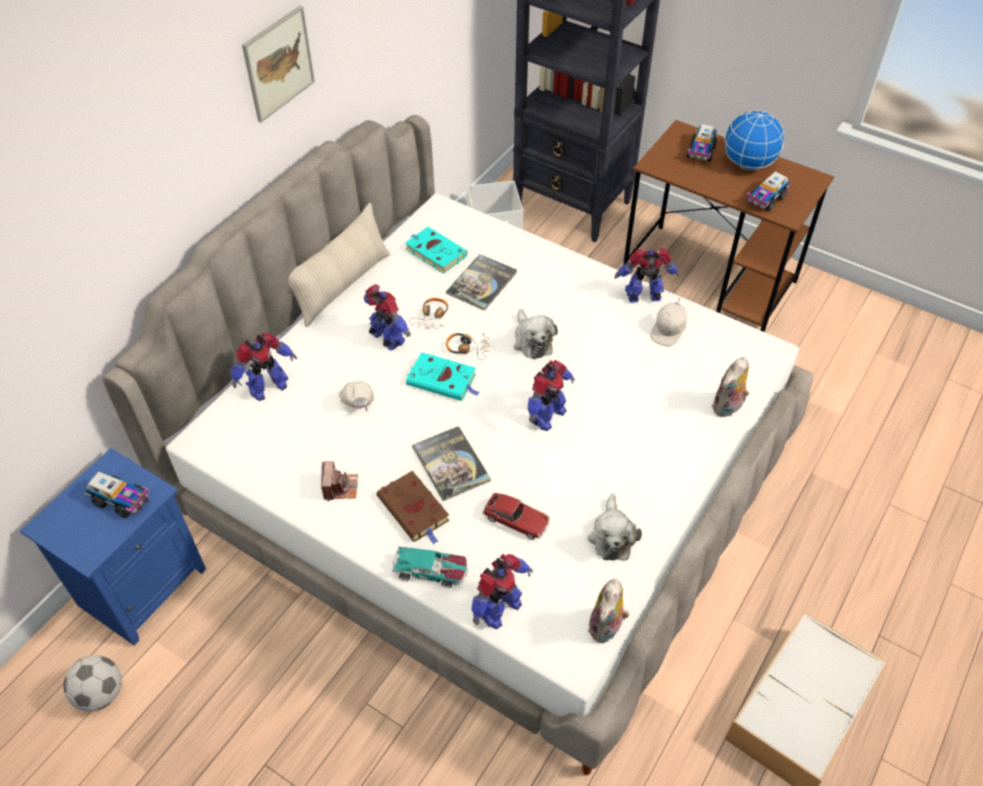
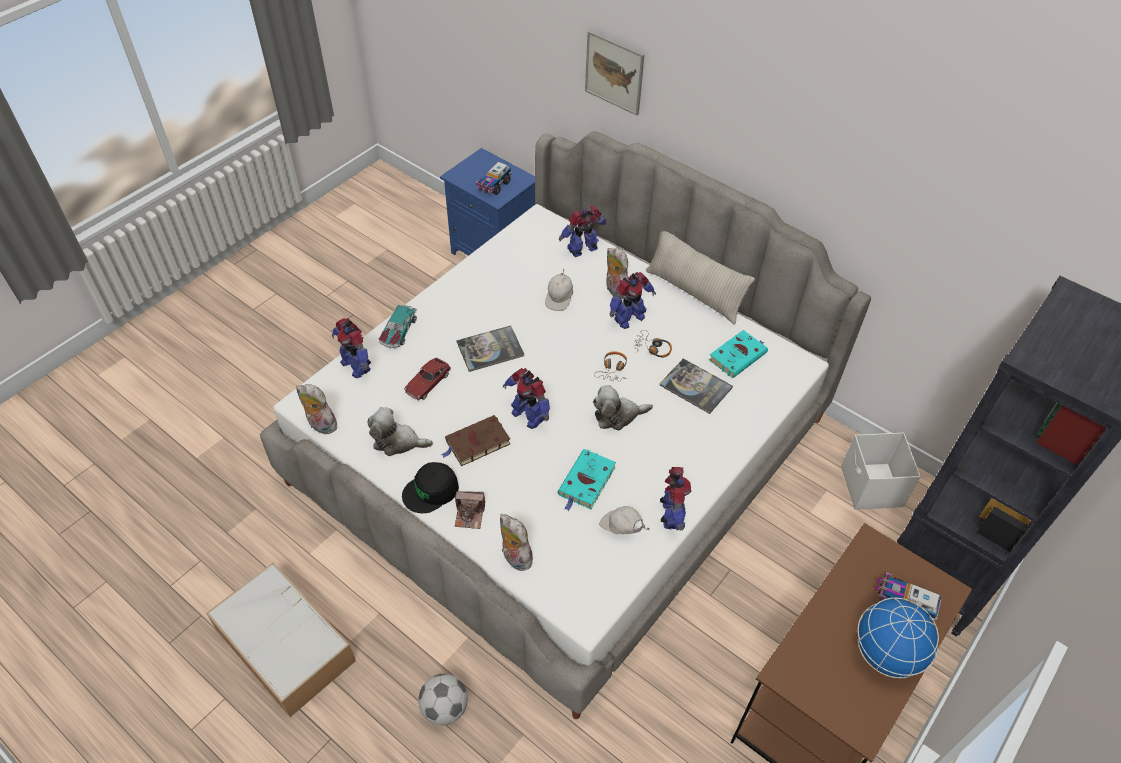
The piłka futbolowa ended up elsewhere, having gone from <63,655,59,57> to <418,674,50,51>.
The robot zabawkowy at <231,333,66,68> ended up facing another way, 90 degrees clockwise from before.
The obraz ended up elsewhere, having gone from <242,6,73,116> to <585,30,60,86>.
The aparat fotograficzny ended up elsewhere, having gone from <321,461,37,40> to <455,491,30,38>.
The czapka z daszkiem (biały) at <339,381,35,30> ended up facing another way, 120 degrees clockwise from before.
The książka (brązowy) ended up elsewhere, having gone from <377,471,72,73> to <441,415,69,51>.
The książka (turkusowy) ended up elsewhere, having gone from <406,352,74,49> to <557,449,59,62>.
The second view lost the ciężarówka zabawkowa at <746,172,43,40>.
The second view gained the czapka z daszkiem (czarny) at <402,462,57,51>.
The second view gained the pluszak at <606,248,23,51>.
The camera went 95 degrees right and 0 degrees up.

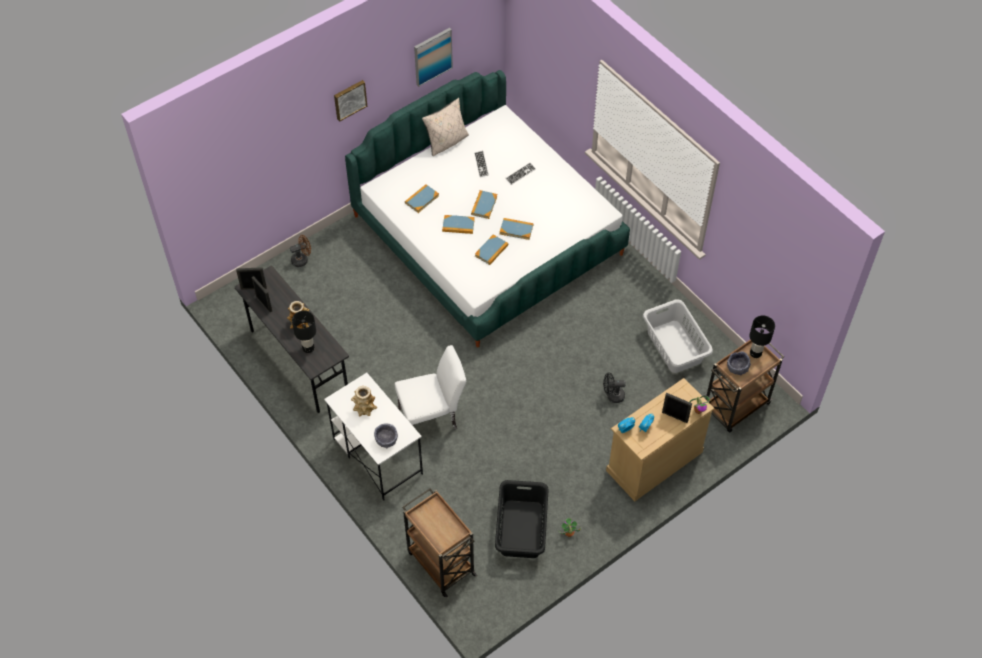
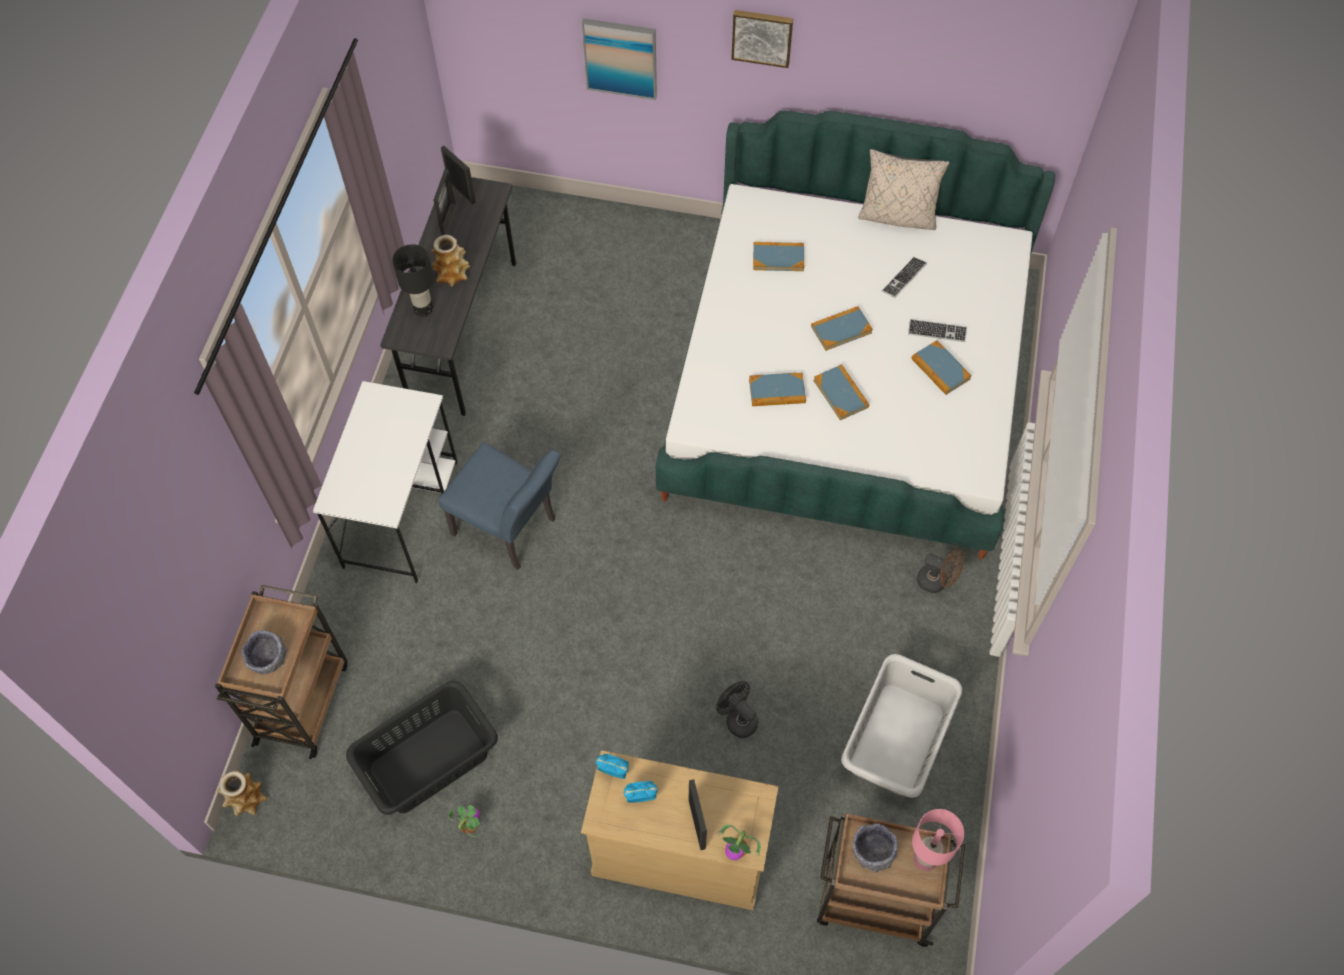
The wentylator (brązowy) ended up elsewhere, having gone from <290,235,21,32> to <917,550,47,43>.
The wazon ended up elsewhere, having gone from <351,386,26,30> to <217,769,50,47>.
The miska (szary) ended up elsewhere, having gone from <374,423,24,25> to <242,630,46,45>.
What was the krzesło (biały) at <395,345,71,84> turned into the krzesło (niebieski) at <438,443,123,127>.
The obraz ended up elsewhere, having gone from <414,28,39,59> to <582,18,75,82>.
The książka ended up elsewhere, having gone from <442,215,33,19> to <911,340,60,55>.
What was the lampa stołowa (czarny) at <749,316,26,42> turned into the lampa stołowa (różowy) at <912,809,52,62>.
The camera went 50 degrees right and 5 degrees up.

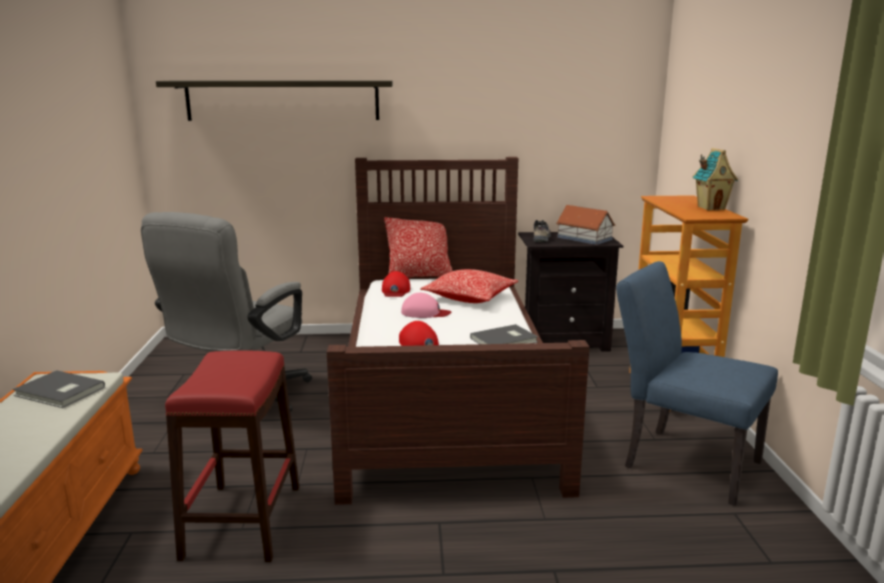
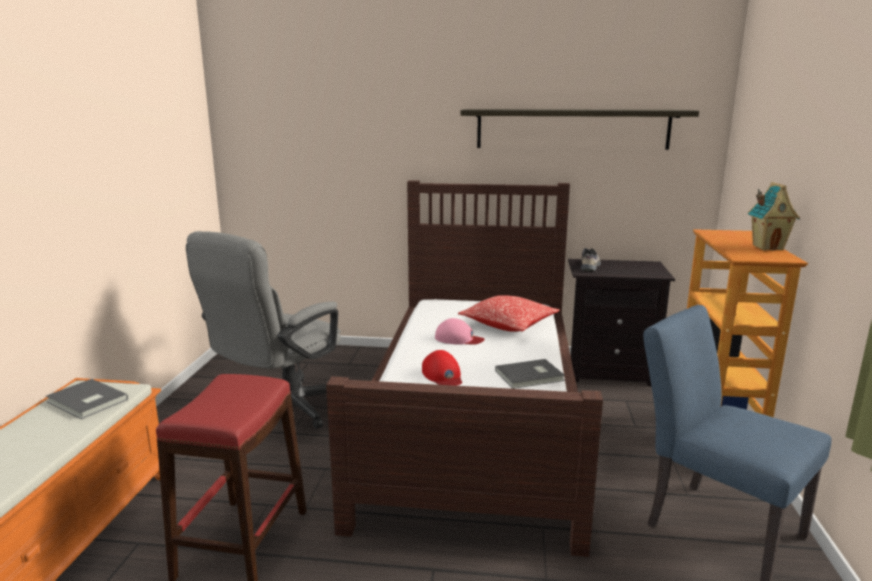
The półka ended up elsewhere, having gone from <156,80,237,41> to <460,109,239,41>.
The second view lost the czapka z daszkiem (czerwony) at <382,271,28,26>.
The second view lost the poduszka at <384,217,69,61>.
The second view lost the domek at <556,205,59,40>.
The camera went 10 degrees right and 0 degrees up.

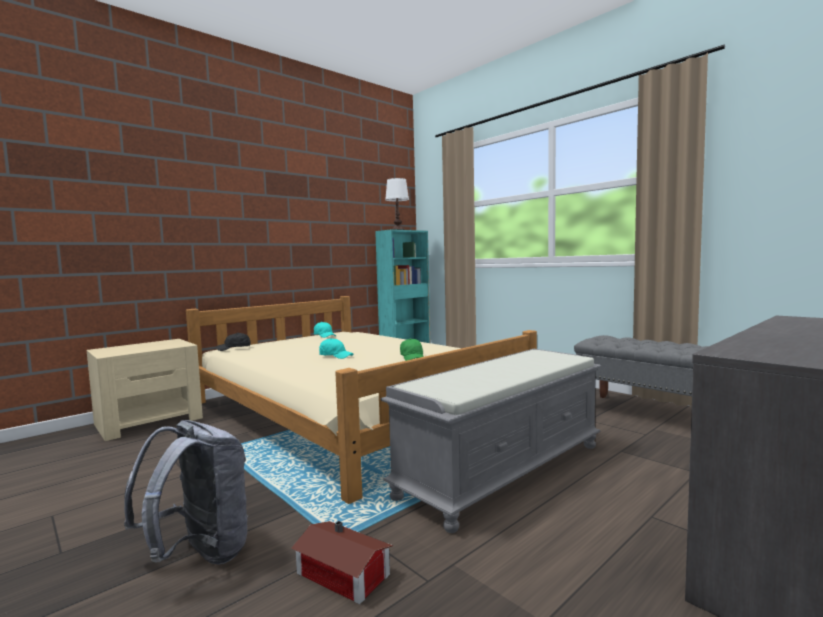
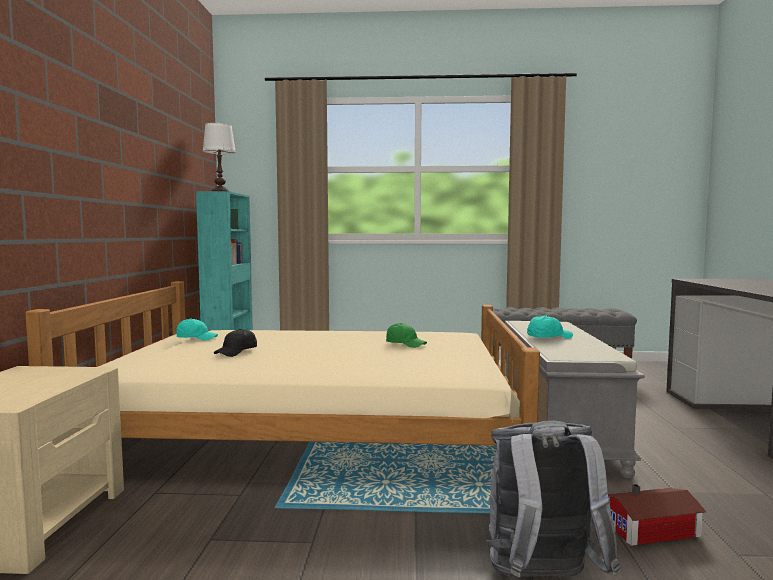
The czapka z daszkiem (czarny) ended up elsewhere, having gone from <216,333,35,18> to <214,329,43,28>.
The czapka z daszkiem (turkusowy) ended up elsewhere, having gone from <319,338,34,21> to <527,315,46,24>.
The camera went 45 degrees left and 0 degrees up.

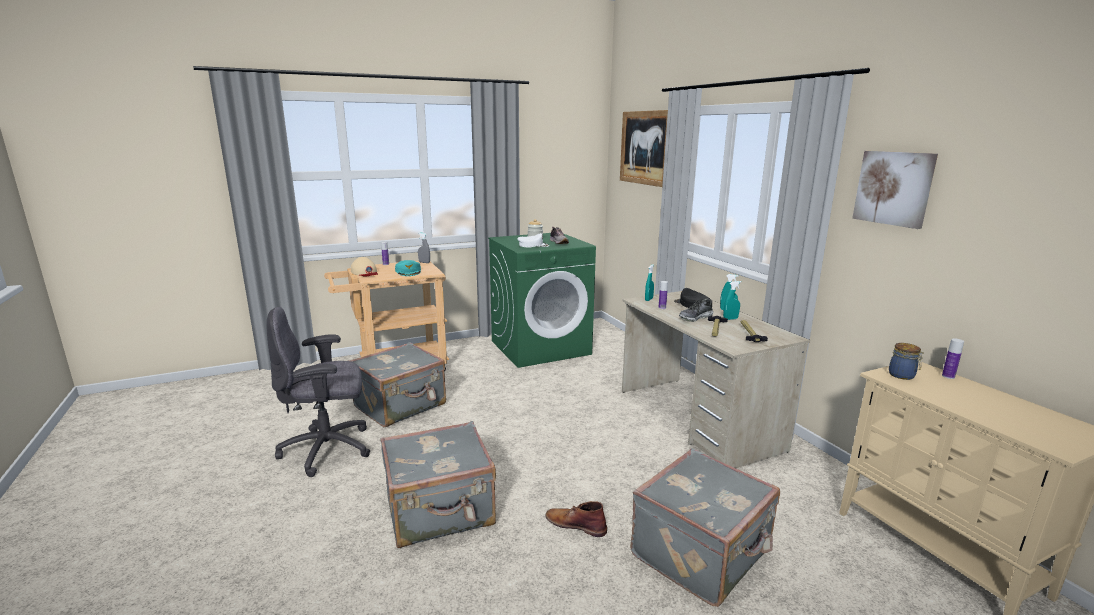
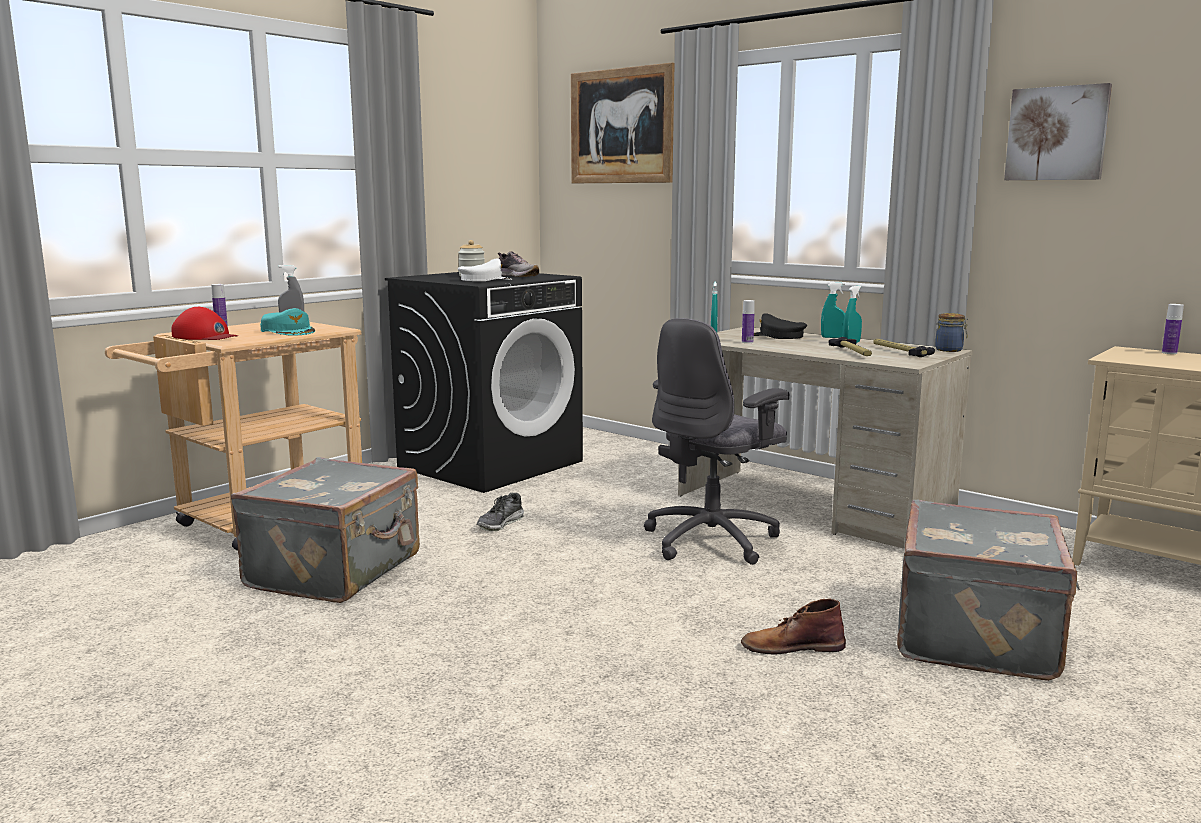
The krzesło biurowe (szary) ended up elsewhere, having gone from <266,307,104,170> to <644,318,146,247>.
What was the czapka z daszkiem (beżowy) at <351,257,27,20> turned into the czapka z daszkiem (czerwony) at <171,307,67,33>.
The second view lost the walizka (szary) at <381,421,115,127>.
What was the pralka (zielony) at <488,233,108,135> turned into the pralka (czarny) at <385,272,198,221>.
The but ended up elsewhere, having gone from <679,298,34,24> to <477,493,47,38>.
The słoik ended up elsewhere, having gone from <889,343,35,37> to <935,313,33,39>.
The camera went 25 degrees left and 5 degrees down.

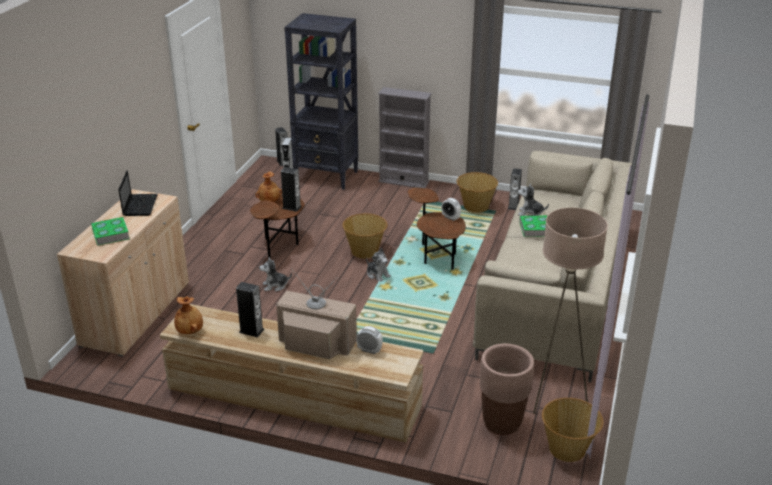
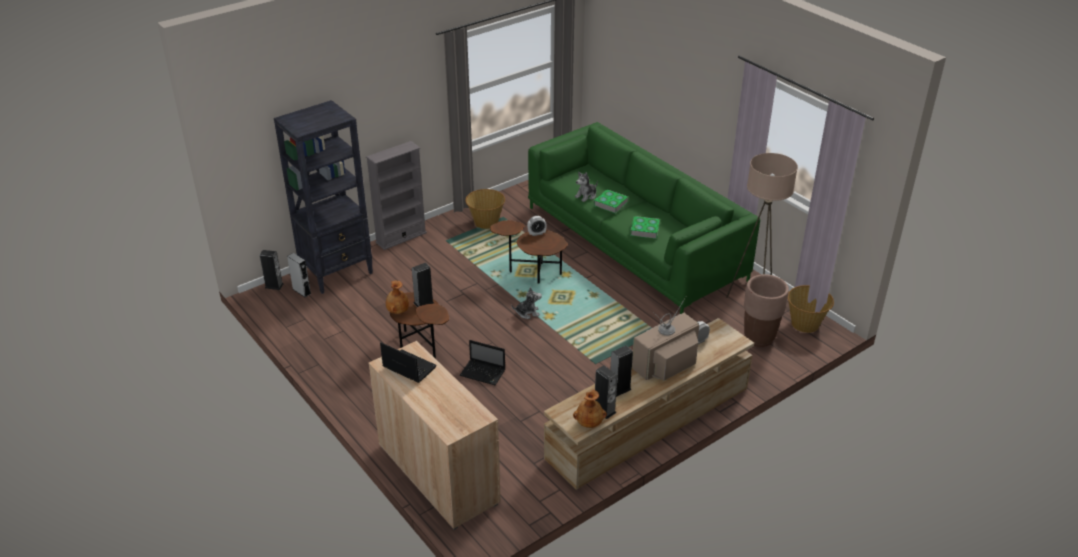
The książka ended up elsewhere, having gone from <91,217,39,29> to <630,216,30,23>.
Where the pluszak stood at <259,257,33,35>, the laptop came to stand at <460,340,45,45>.
The second view lost the koszyk at <343,213,44,45>.
What was the kanapa (beżowy) at <473,151,159,231> turned into the kanapa (zielony) at <528,122,232,192>.
The głośnik ended up elsewhere, having gone from <508,168,14,42> to <595,365,22,54>.
The camera went 55 degrees left and 5 degrees up.

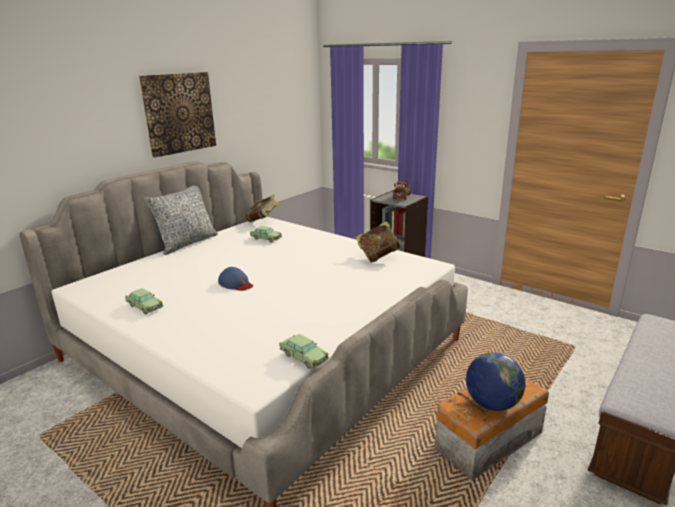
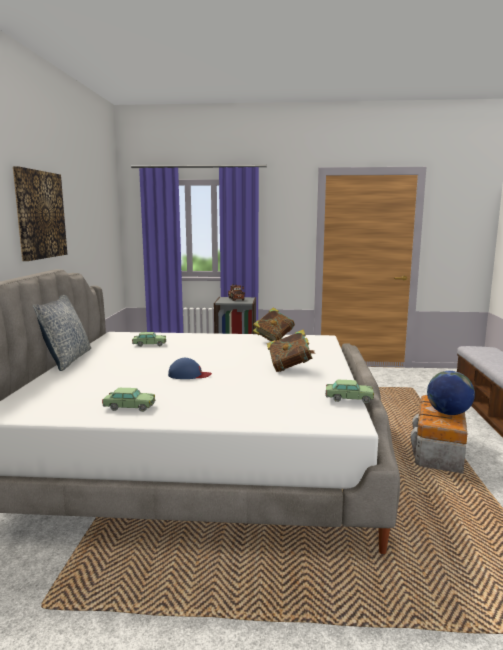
The książka ended up elsewhere, having gone from <245,195,35,27> to <267,329,49,43>.
The camera went 35 degrees left and 10 degrees down.

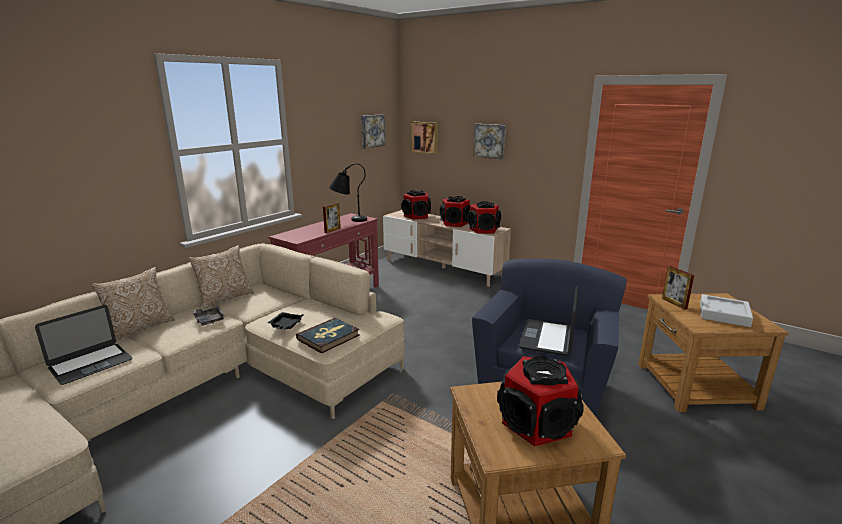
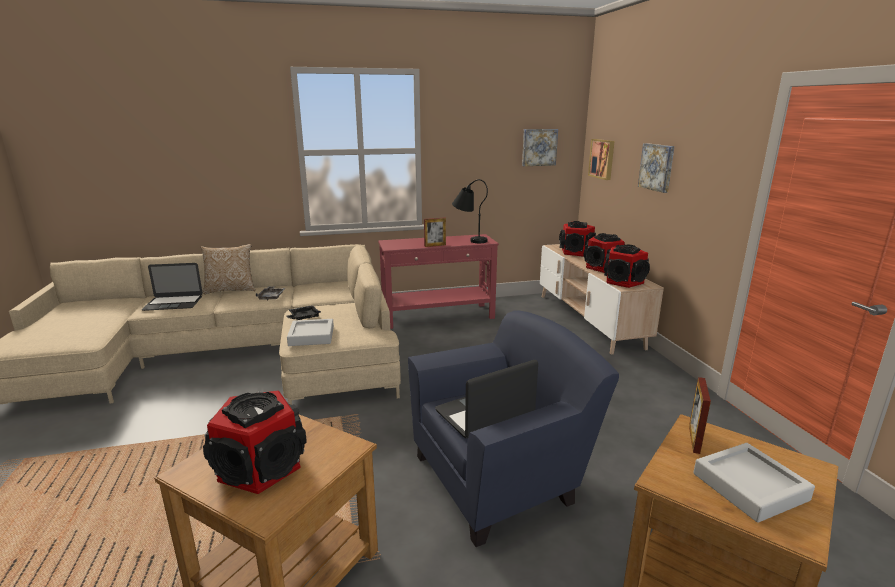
The second view lost the poduszka at <188,245,66,64>.
Where the książka stood at <296,318,64,35>, the taca (szary) came to stand at <287,319,47,27>.
The camera went 40 degrees right and 0 degrees up.

